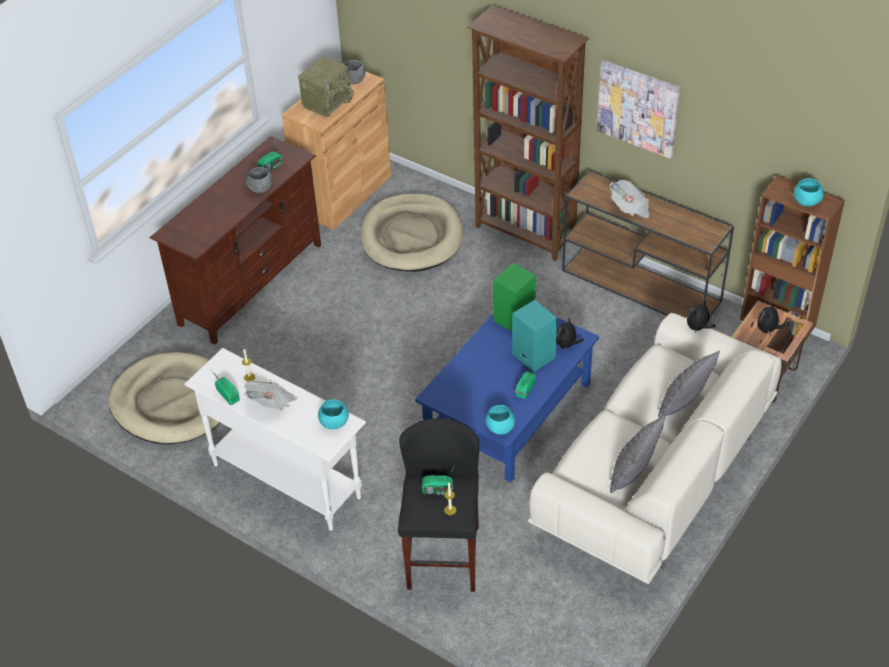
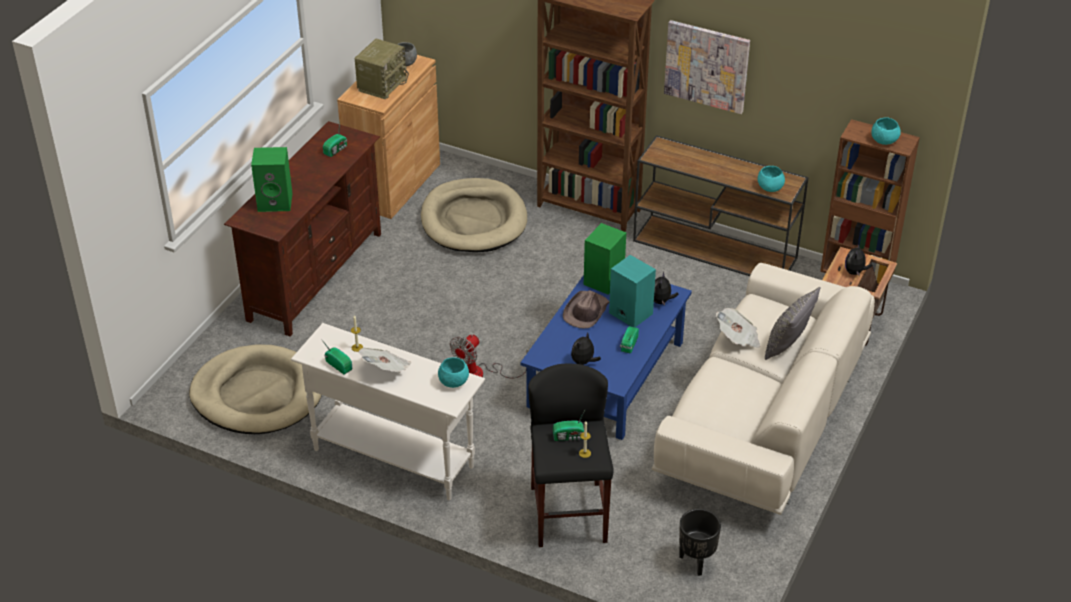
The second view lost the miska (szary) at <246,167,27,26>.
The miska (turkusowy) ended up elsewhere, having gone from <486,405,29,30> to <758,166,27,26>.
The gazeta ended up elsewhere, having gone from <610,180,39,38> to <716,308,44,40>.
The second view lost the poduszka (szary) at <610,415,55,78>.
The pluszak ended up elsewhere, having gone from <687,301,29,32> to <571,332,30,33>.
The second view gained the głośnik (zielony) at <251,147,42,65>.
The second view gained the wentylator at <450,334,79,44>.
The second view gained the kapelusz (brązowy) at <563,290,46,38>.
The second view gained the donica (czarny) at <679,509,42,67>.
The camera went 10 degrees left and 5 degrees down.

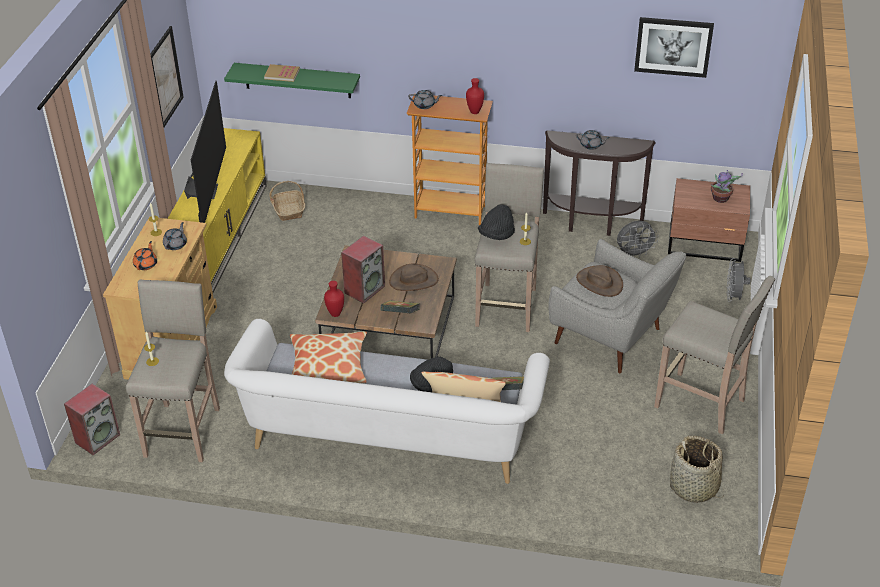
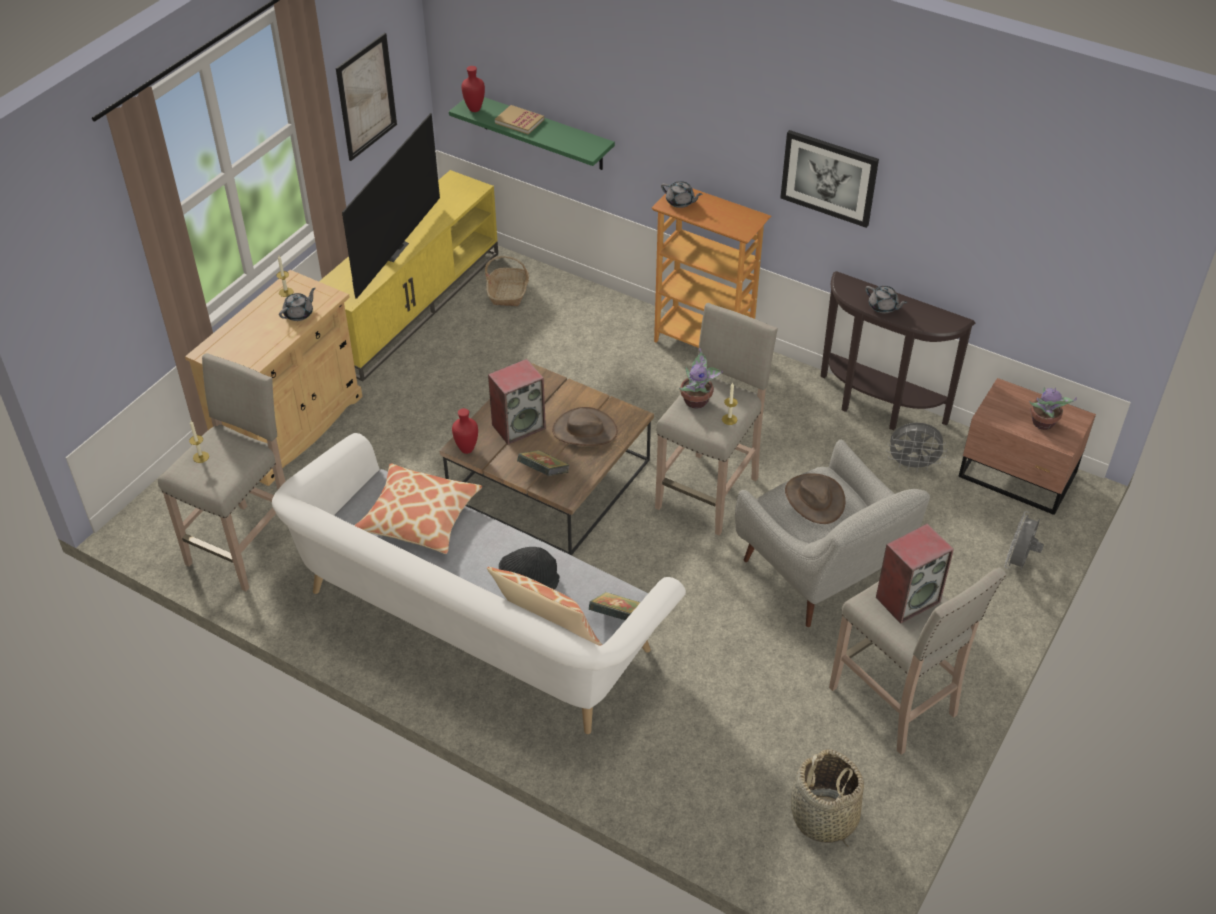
The głośnik ended up elsewhere, having gone from <64,384,56,71> to <876,524,78,100>.
The second view lost the imbryk (pomarańczowy) at <133,241,24,29>.
The wazon (czerwony) ended up elsewhere, having gone from <466,78,18,36> to <461,66,24,46>.
Where the kapelusz (czarny) stood at <478,204,37,36>, the roślina doniczkowa came to stand at <679,348,44,61>.
The obraz ended up elsewhere, having gone from <634,17,80,61> to <780,130,99,98>.
The camera went 20 degrees right and 5 degrees up.

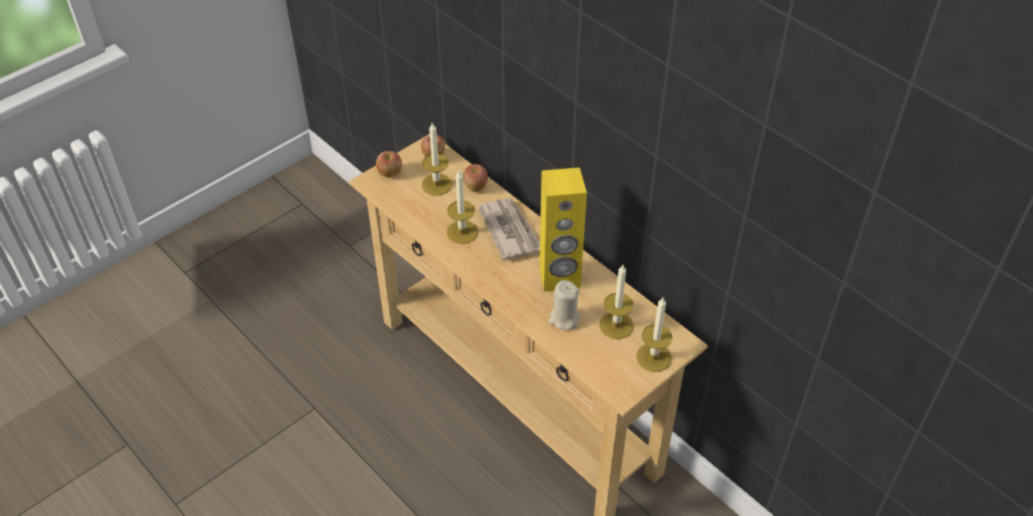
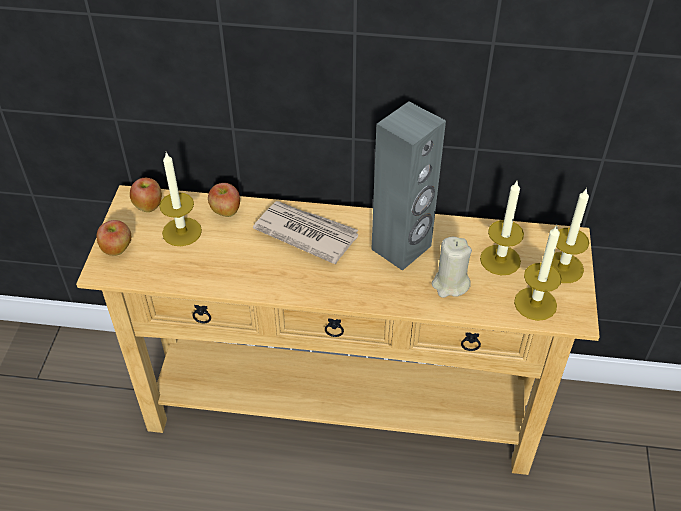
The świeca ended up elsewhere, having gone from <446,171,32,73> to <514,226,48,95>.
What was the głośnik (żółty) at <539,167,48,124> turned into the głośnik (szary) at <371,101,75,170>.
The camera went 40 degrees left and 0 degrees up.

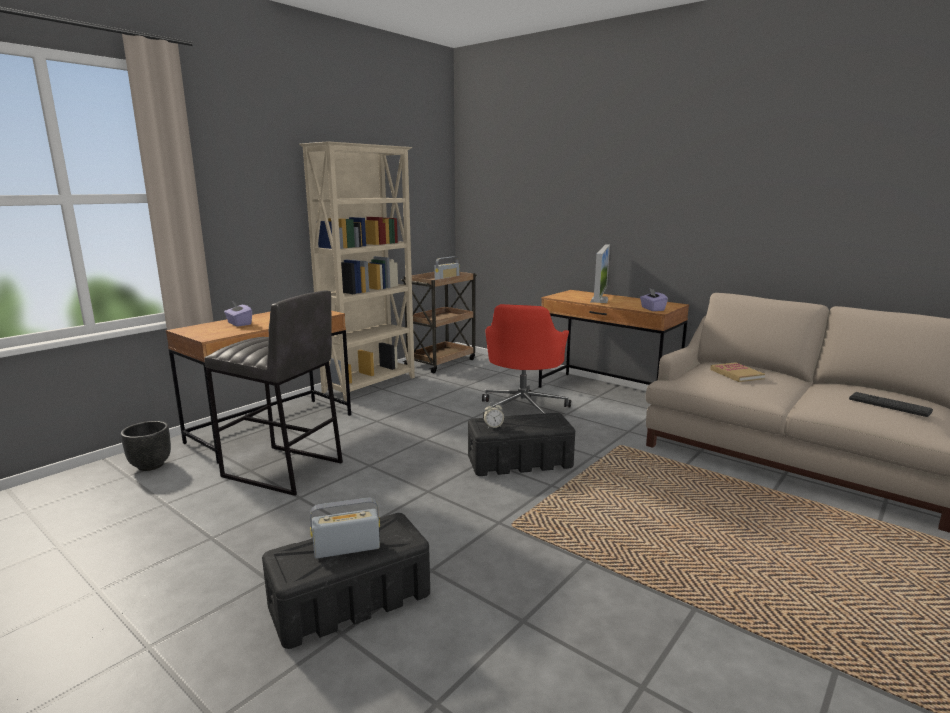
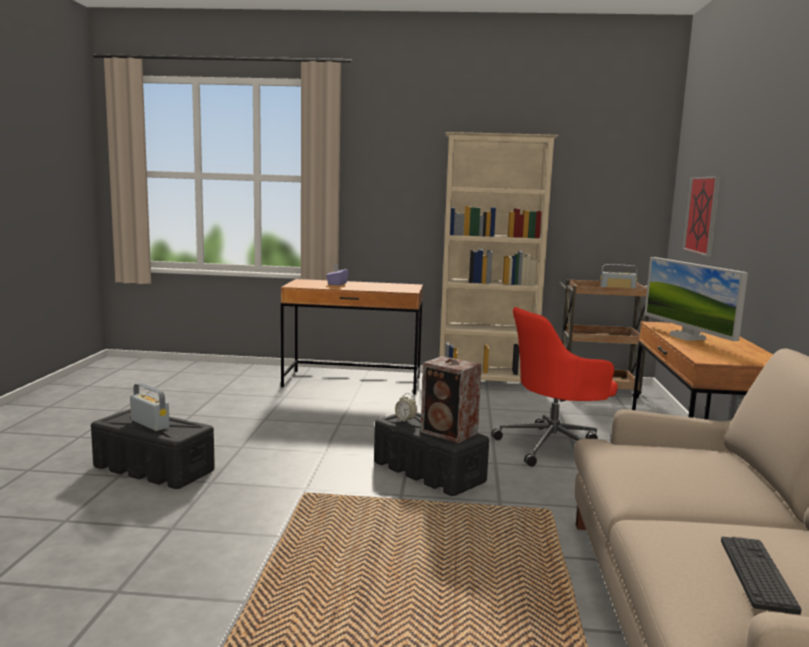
The second view lost the donica (czarny) at <121,421,50,50>.
The second view lost the stołek (szary) at <204,290,139,206>.
The monitor at <591,244,19,59> ended up facing another way, 90 degrees clockwise from before.
The second view lost the pudełko chusteczek (fioletowy) at <640,288,28,23>.
The second view lost the książka at <710,362,55,20>.
The second view gained the głośnik at <421,356,61,87>.
The second view gained the obraz at <683,176,37,81>.
The camera went 55 degrees right and 5 degrees down.

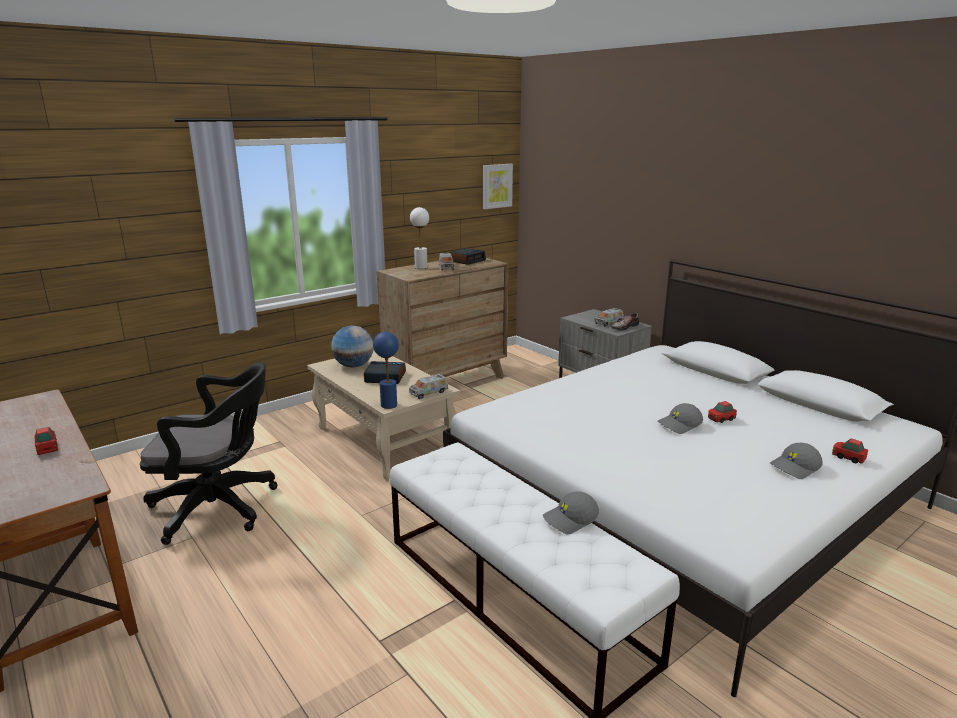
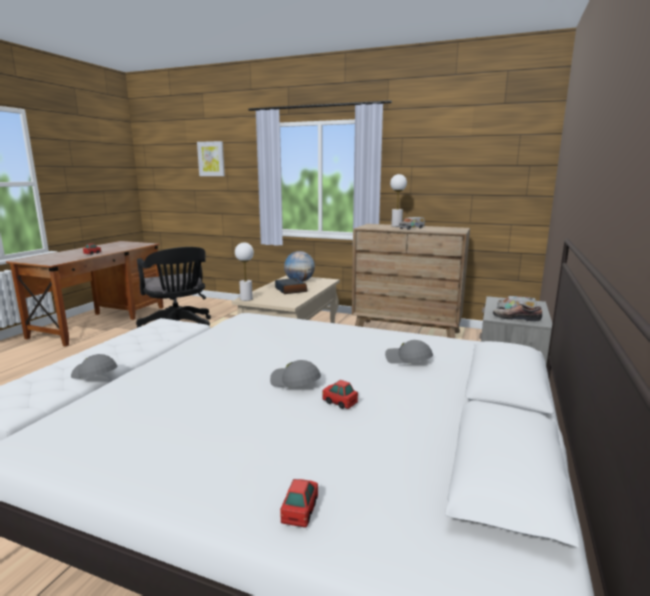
What was the lampa stołowa (niebieski) at <373,332,26,77> turned into the lampa stołowa (biały) at <235,242,19,59>.
The second view lost the ciężarówka zabawkowa at <409,374,39,25>.
The second view lost the budzik at <448,248,38,17>.
The obraz ended up elsewhere, having gone from <483,164,30,45> to <197,141,28,35>.
The czapka z daszkiem (szary) ended up elsewhere, having gone from <770,443,53,36> to <385,340,48,24>.
The camera went 60 degrees right and 5 degrees down.

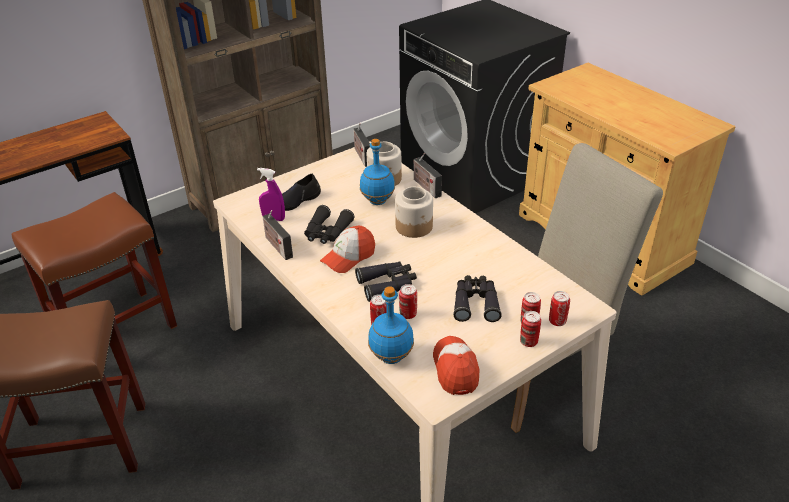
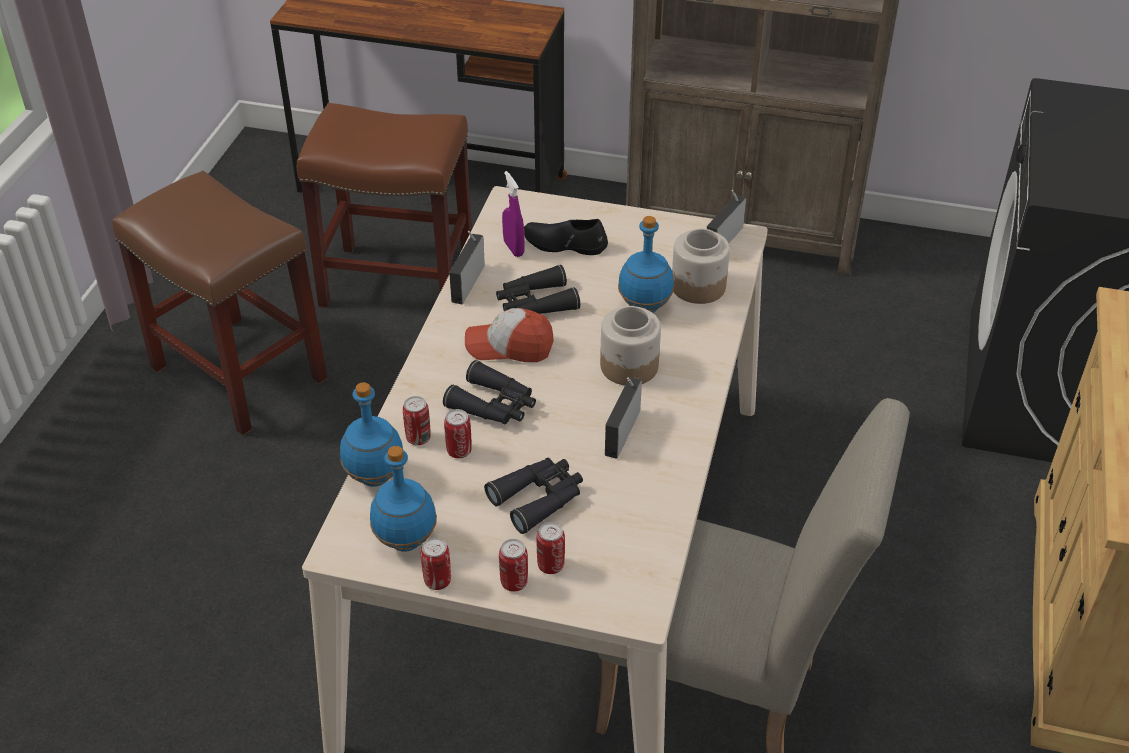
The radio ended up elsewhere, having gone from <413,153,29,45> to <605,377,37,82>.
Where the czapka z daszkiem stood at <433,336,47,59>, the butelka (niebieski) came to stand at <370,446,67,106>.
The puszka ended up elsewhere, having gone from <549,291,21,35> to <421,537,30,53>.
The camera went 50 degrees right and 5 degrees up.

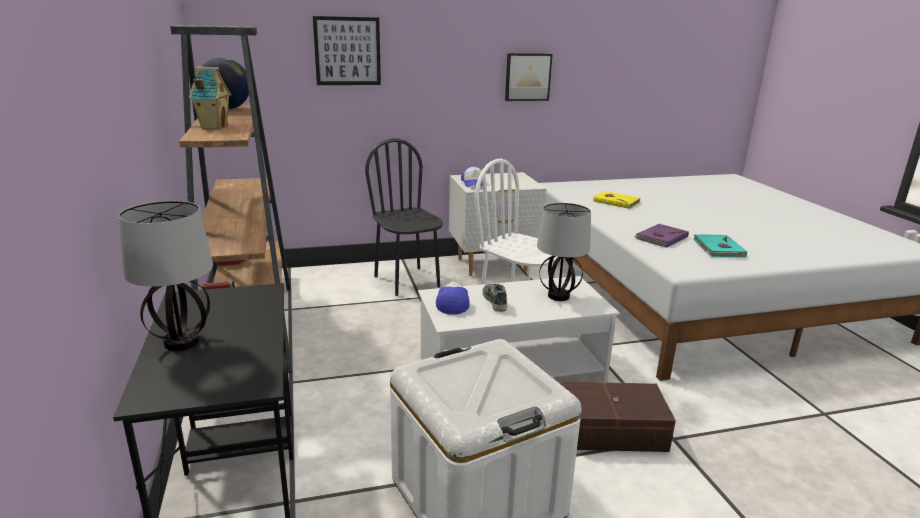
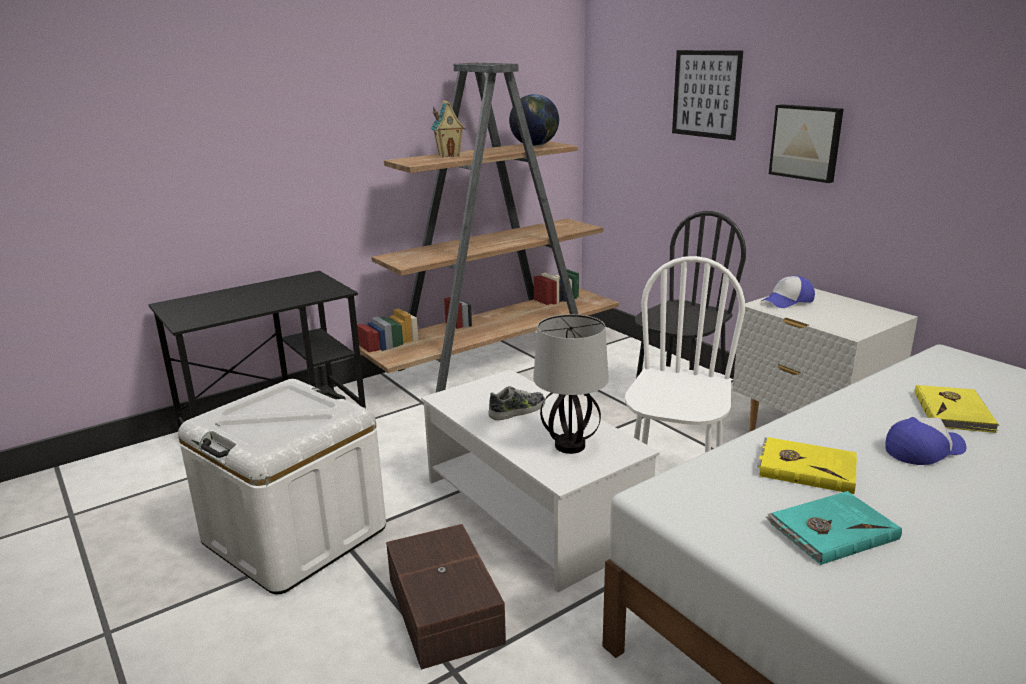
The second view lost the lampa stołowa at <118,201,95,150>.
The czapka z daszkiem ended up elsewhere, having gone from <436,281,34,34> to <885,417,81,48>.
The obraz ended up elsewhere, having gone from <505,53,48,48> to <769,104,75,79>.
What was the książka (fioletowy) at <634,224,55,24> turned into the książka (żółty) at <757,437,100,57>.
The camera went 70 degrees right and 0 degrees up.

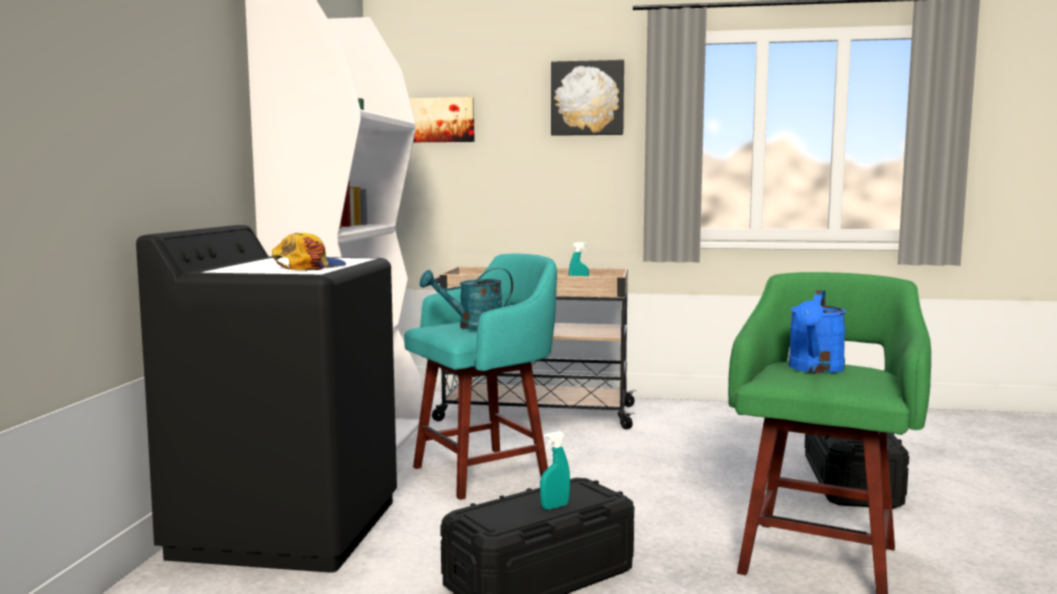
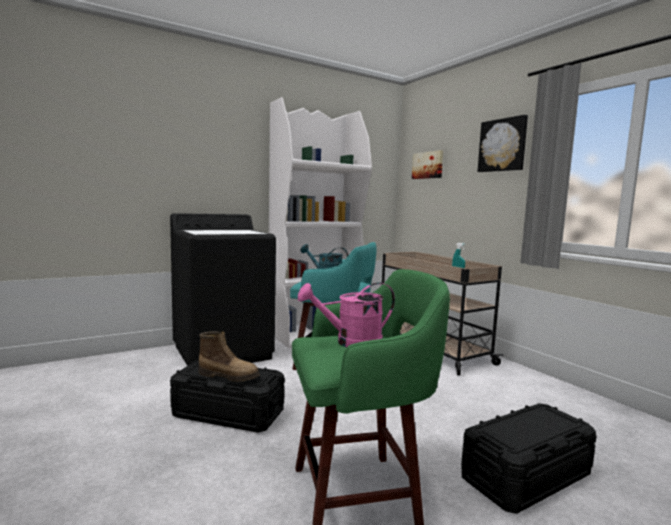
The second view lost the czapka z daszkiem at <272,233,74,37>.
Where the spryskiwacz (turkusowy) stood at <540,431,30,79>, the but z cholewką came to stand at <198,331,62,51>.
What was the konewka (niebieski) at <788,290,58,83> turned into the konewka (różowy) at <298,283,97,64>.
The camera went 50 degrees right and 0 degrees up.

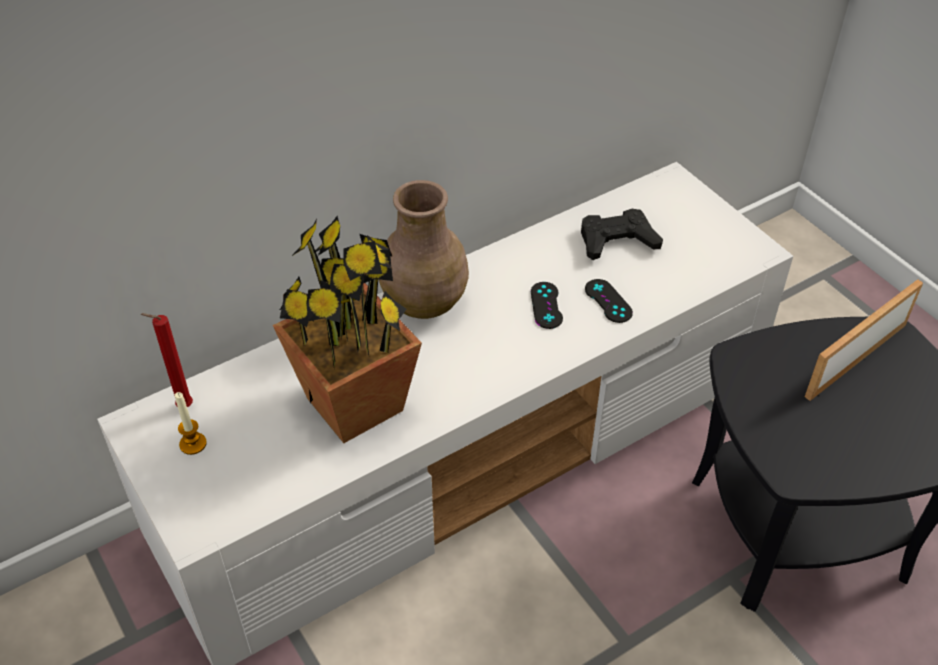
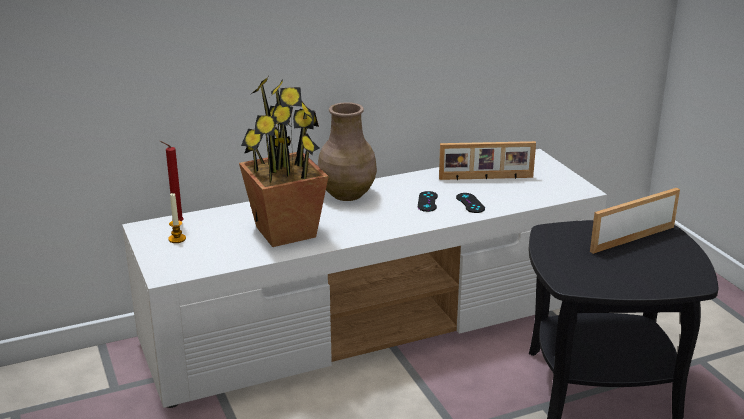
Where the pad do gier (czarny) stood at <581,209,82,51>, the ramka na zdjęcie came to stand at <439,141,97,39>.
The camera went 10 degrees right and 20 degrees down.

